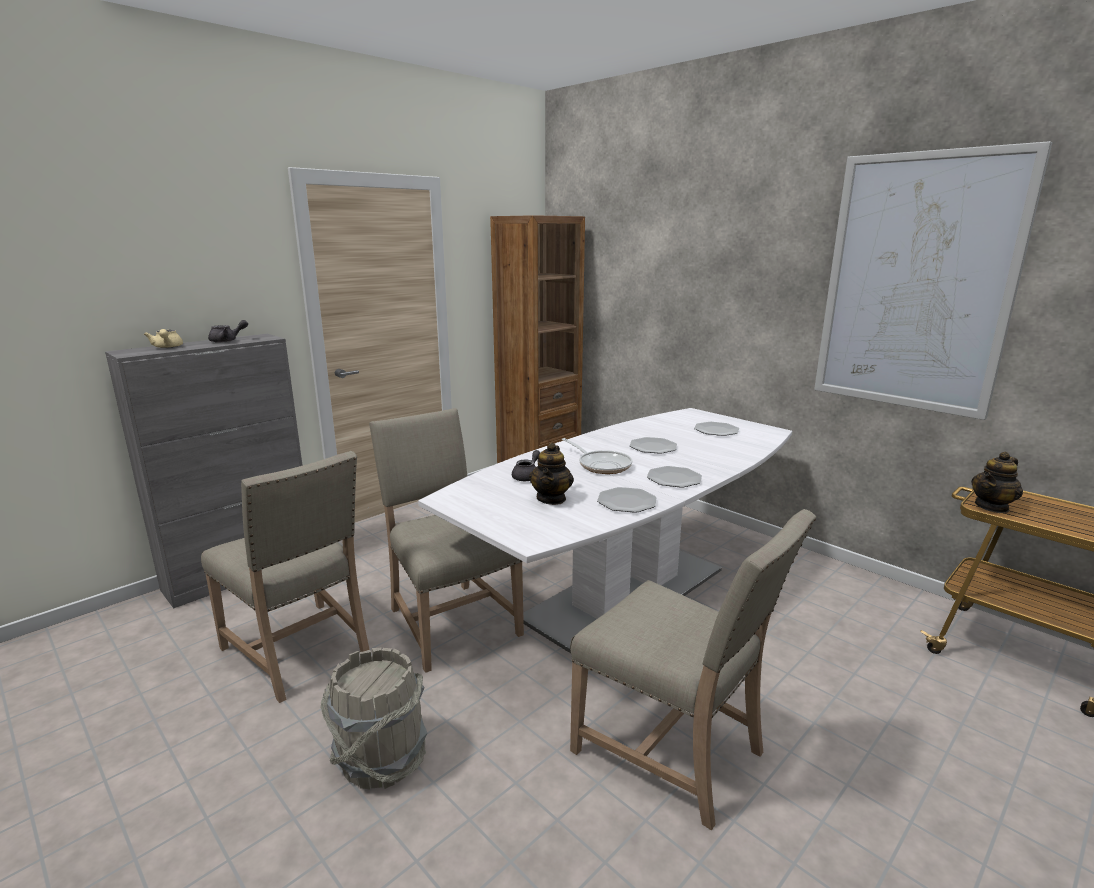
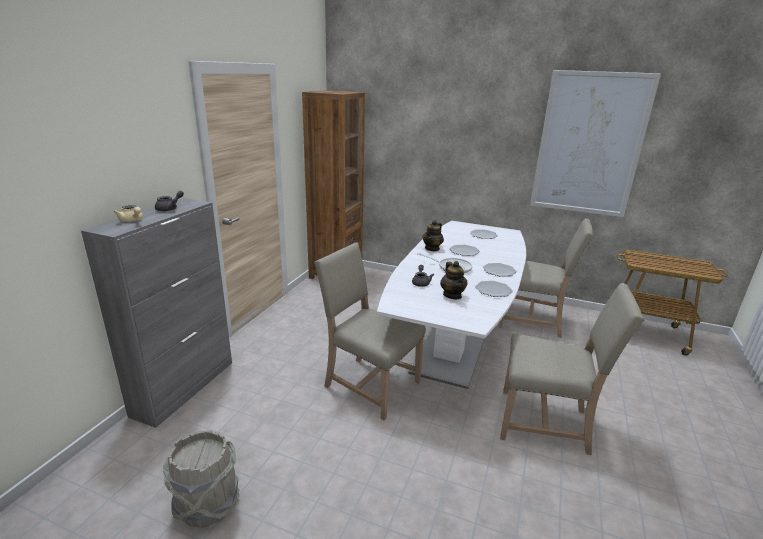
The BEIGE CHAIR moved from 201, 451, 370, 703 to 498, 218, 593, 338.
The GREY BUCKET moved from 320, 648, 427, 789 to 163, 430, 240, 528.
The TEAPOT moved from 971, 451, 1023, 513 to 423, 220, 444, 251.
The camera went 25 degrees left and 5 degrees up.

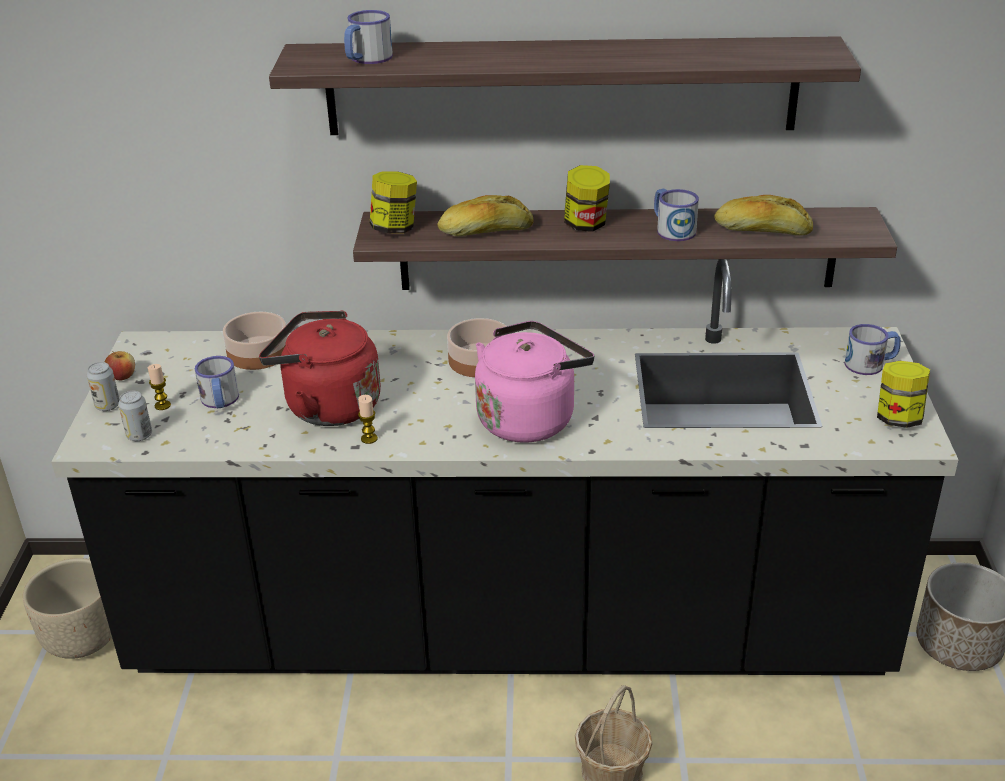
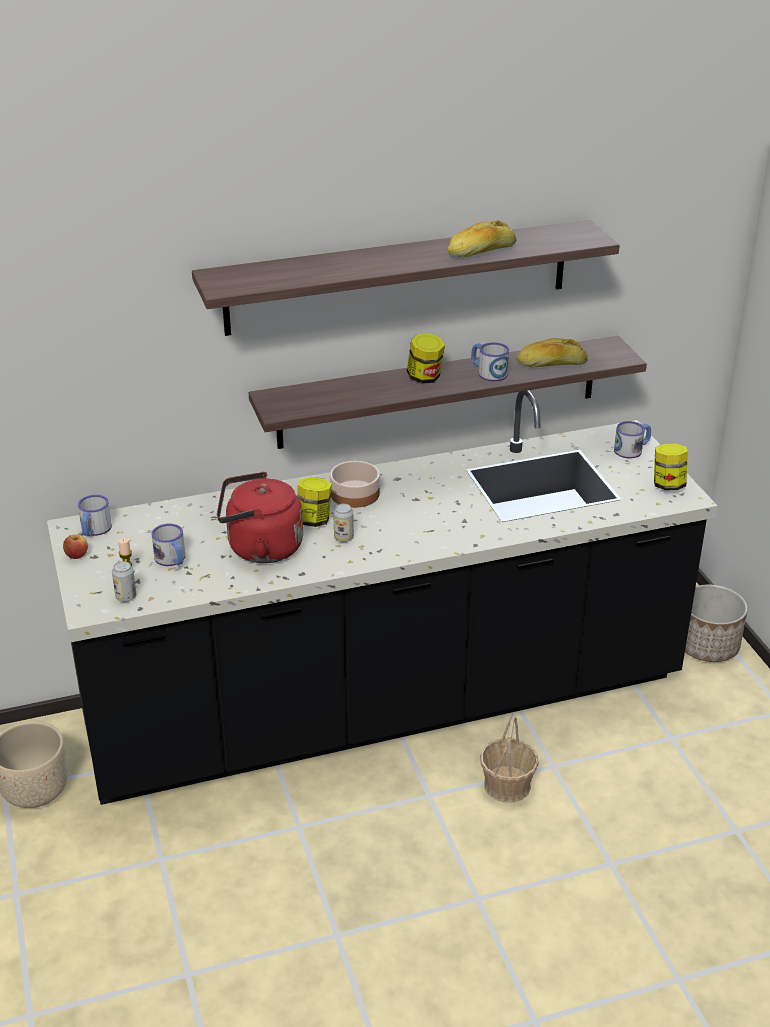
The BOWL at 223, 312, 288, 370 disappeared.
The CANDLE at 358, 395, 378, 444 disappeared.
The PINK KETTLE at 475, 321, 594, 443 disappeared.
The CAN moved from 87, 362, 120, 411 to 333, 504, 354, 542.
The MUG moved from 344, 10, 393, 64 to 78, 495, 112, 536.
The JAR moved from 370, 171, 417, 234 to 297, 477, 332, 527.
The BREAD moved from 437, 195, 534, 236 to 447, 220, 516, 258.
The camera went 20 degrees left and 0 degrees up.

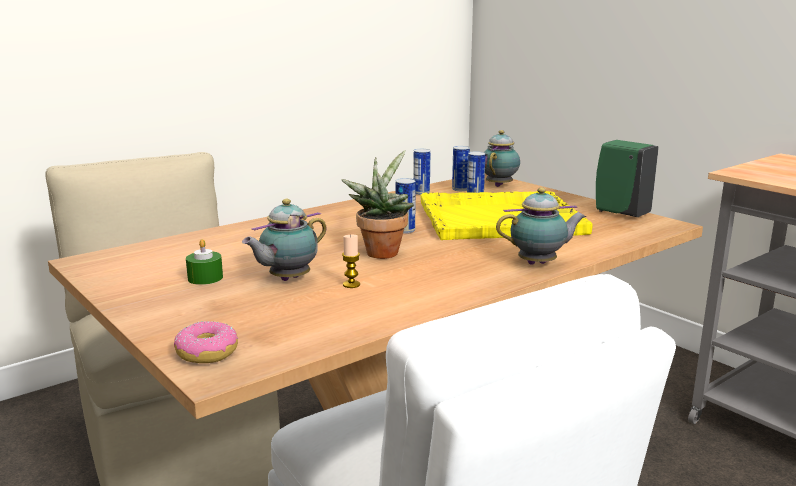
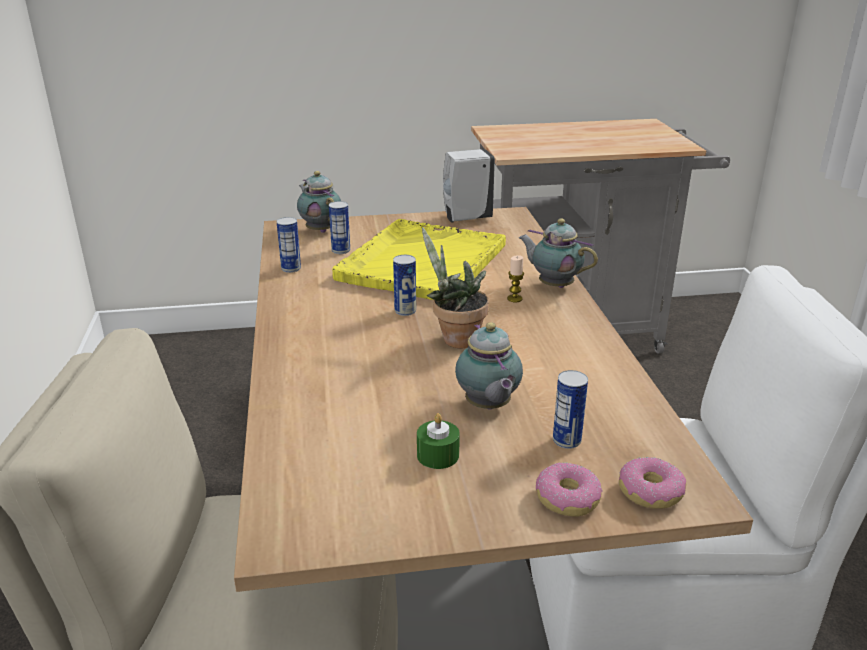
The DONUT at 536, 462, 603, 517 appeared.
The CANDLE moved from 342, 234, 360, 288 to 507, 255, 524, 302.
The CAN moved from 452, 146, 470, 191 to 553, 370, 588, 449.
The GREEN SOAP DISPENSER at 596, 140, 659, 217 became the WHITE SOAP DISPENSER at 443, 149, 495, 223.
The TEAPOT at 496, 187, 586, 265 turned 75 degrees counterclockwise.
The camera went 60 degrees left and 10 degrees up.

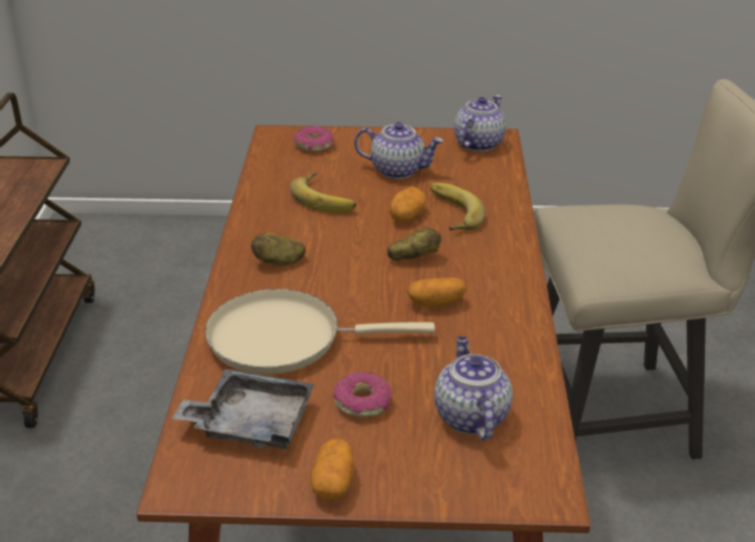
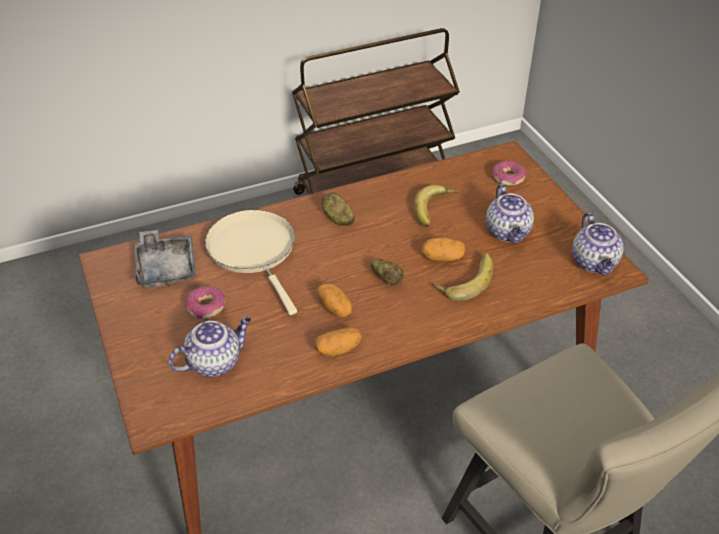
The POTATO moved from 310, 439, 355, 499 to 315, 327, 362, 356.
The TEAPOT at 454, 95, 506, 152 turned 75 degrees clockwise.
The camera went 65 degrees right and 10 degrees up.

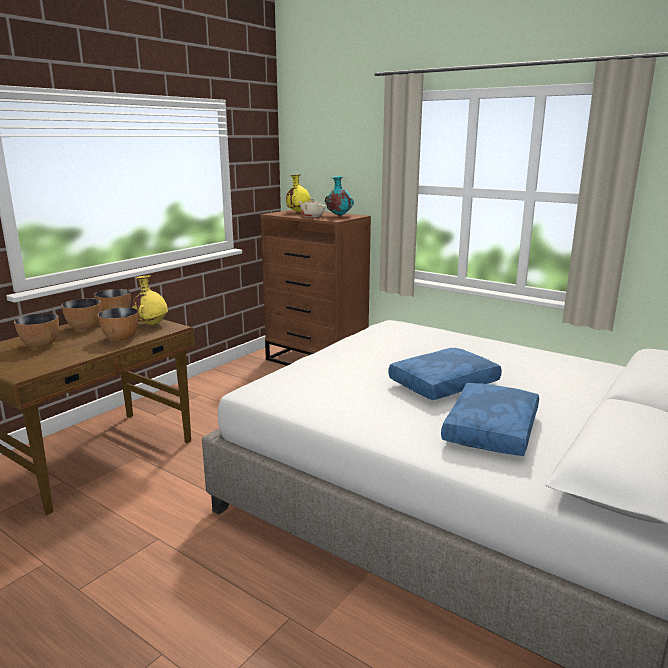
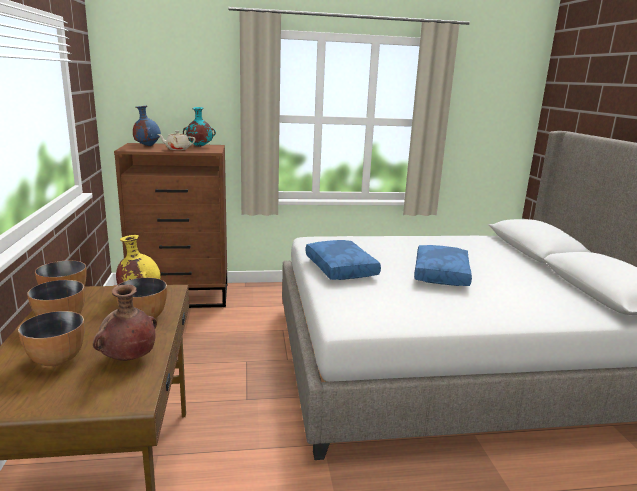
The BROWN VASE at 93, 284, 157, 361 appeared.
The BLUE PILLOW moved from 441, 383, 539, 456 to 306, 240, 381, 280.
The YELLOW VASE at 286, 174, 311, 213 became the BLUE VASE at 133, 106, 161, 146.
The camera went 45 degrees left and 0 degrees up.

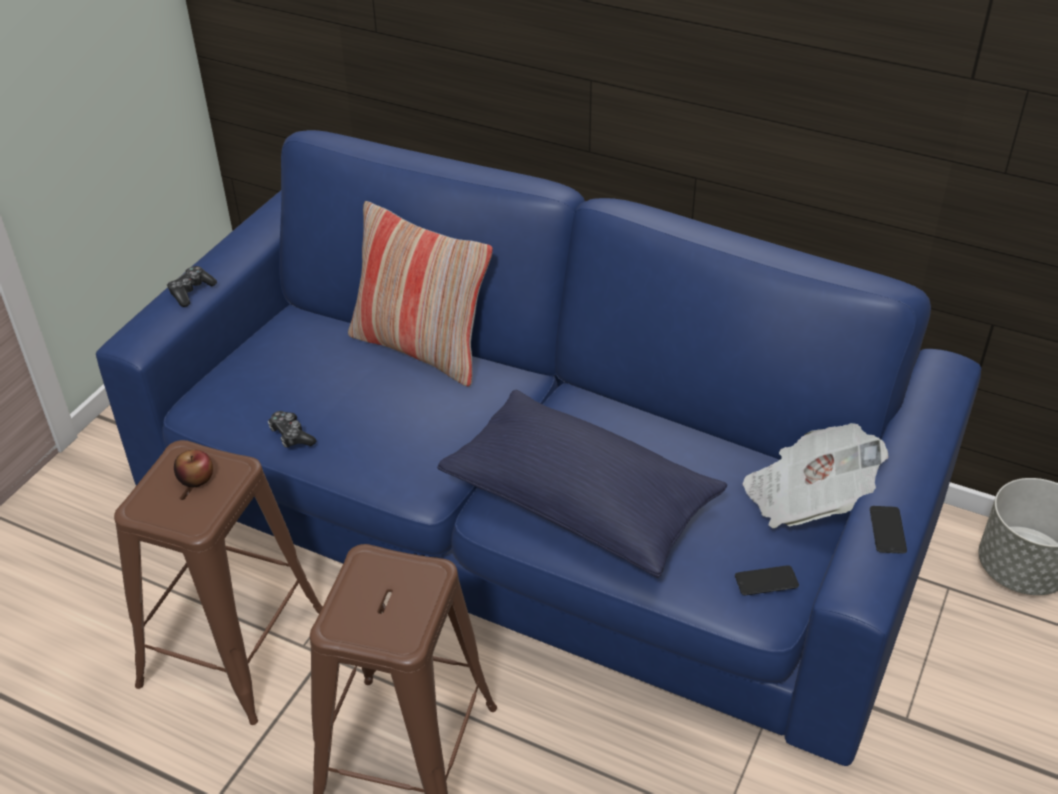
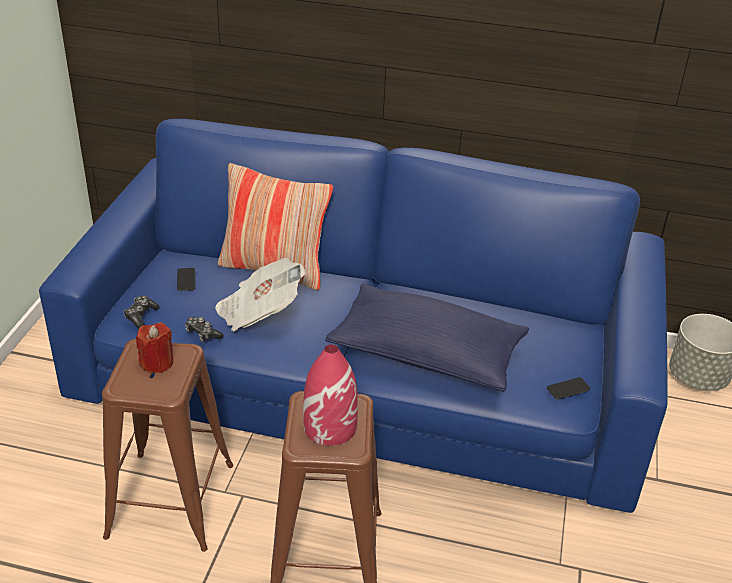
The RED VASE at 303, 344, 358, 446 appeared.
The GAME CONTROLLER moved from 167, 266, 217, 307 to 123, 295, 160, 328.
The NEWSPAPER moved from 742, 423, 888, 528 to 215, 258, 305, 332.
The PHONE moved from 870, 506, 907, 554 to 177, 268, 195, 291.
The APPLE at 174, 450, 213, 487 was replaced by the RED CANDLE at 136, 322, 173, 373.
The camera went 15 degrees left and 5 degrees down.

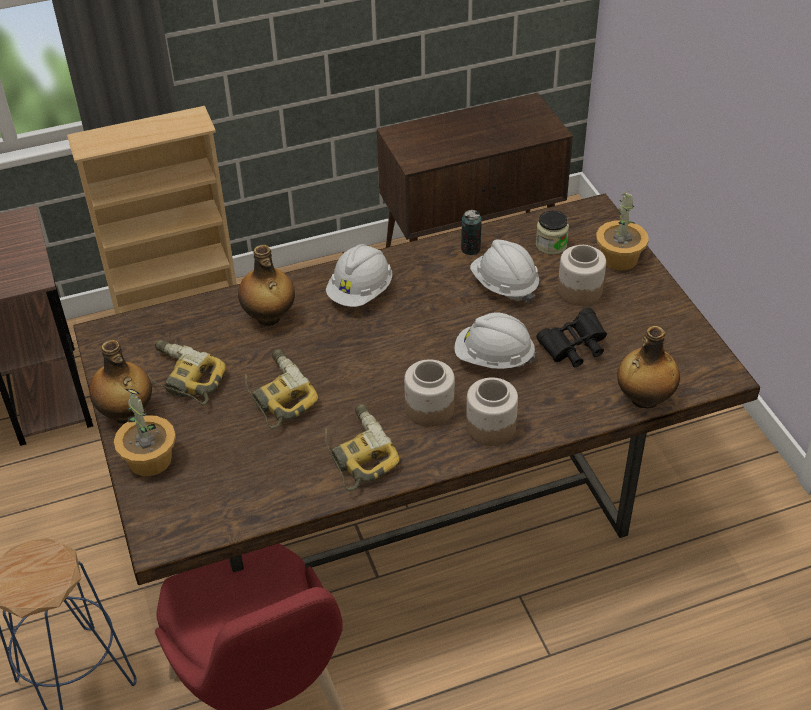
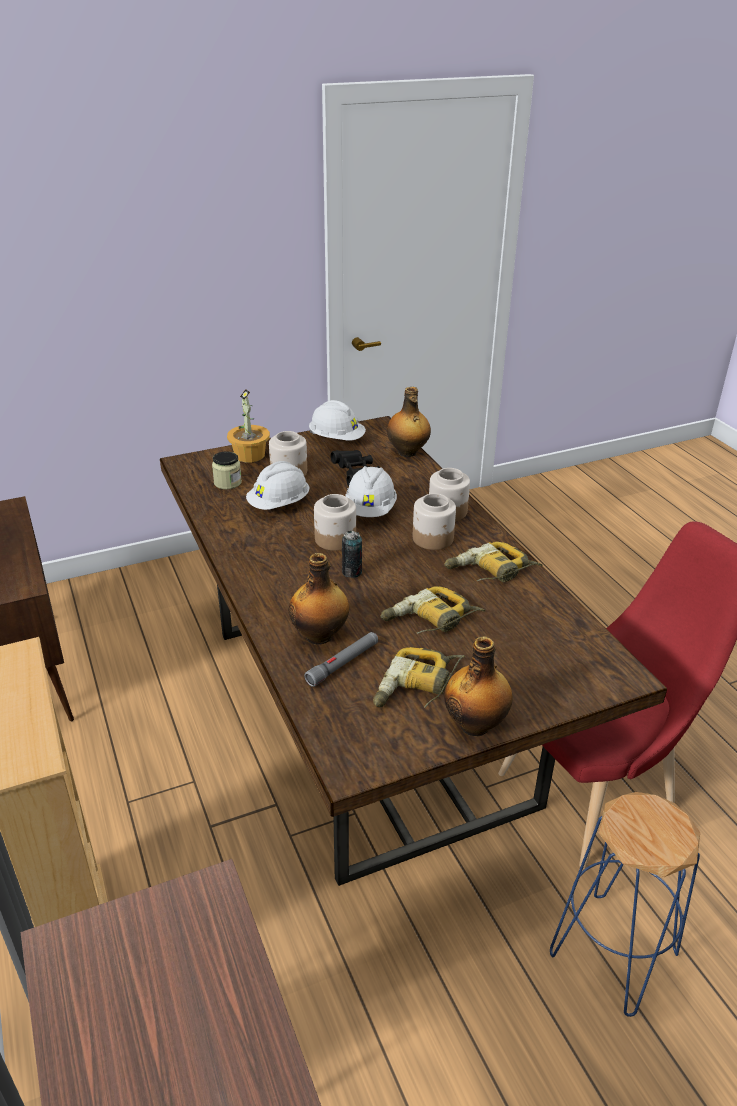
The POTTED PLANT at 114, 389, 176, 476 disappeared.
The GREY FLASHLIGHT at 304, 632, 378, 687 appeared.
The JAR at 314, 494, 356, 551 appeared.
The WHITE HARD HAT moved from 326, 244, 392, 307 to 309, 400, 366, 441.
The CAN moved from 461, 210, 482, 255 to 342, 531, 362, 578.
The camera went 95 degrees left and 10 degrees down.

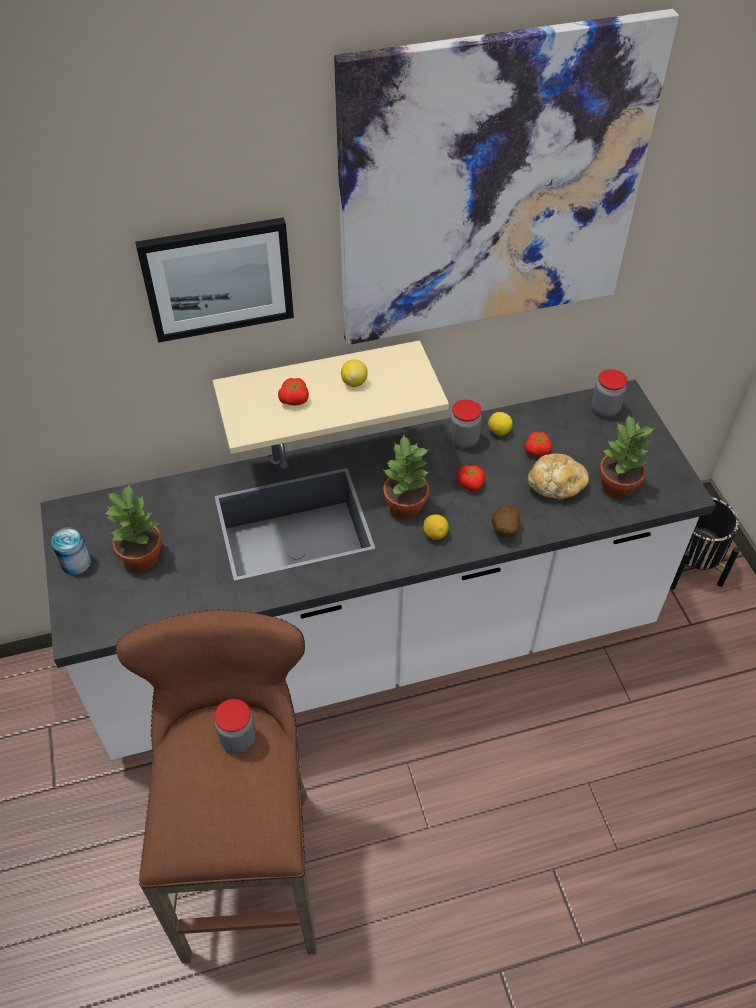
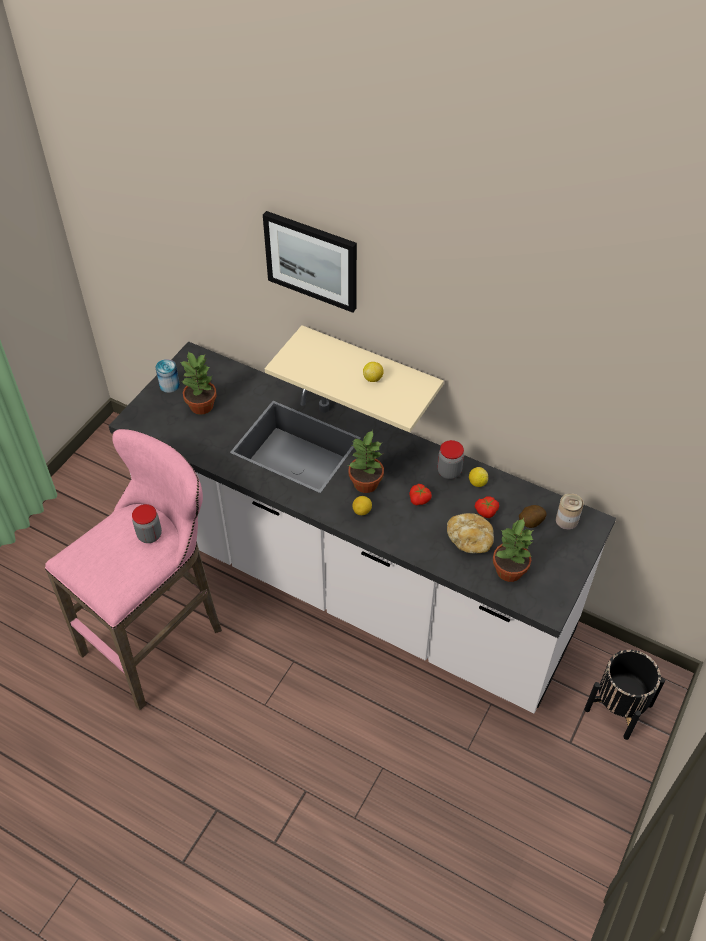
The TOMATO at 278, 378, 309, 406 disappeared.
The PICTURE at 334, 9, 679, 345 disappeared.
The POTATO moved from 492, 506, 520, 537 to 519, 505, 547, 528.
The JAR at 592, 369, 627, 417 was replaced by the CAN at 556, 493, 584, 530.
The BROWN STOOL at 115, 609, 316, 964 became the PINK STOOL at 45, 429, 222, 710.
The camera went 45 degrees right and 0 degrees up.

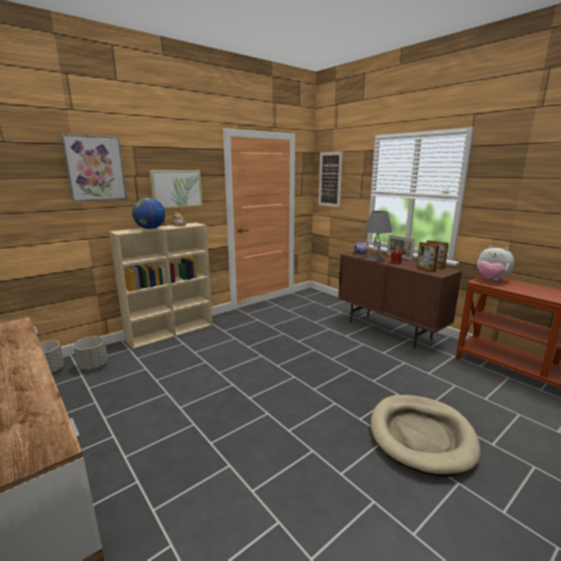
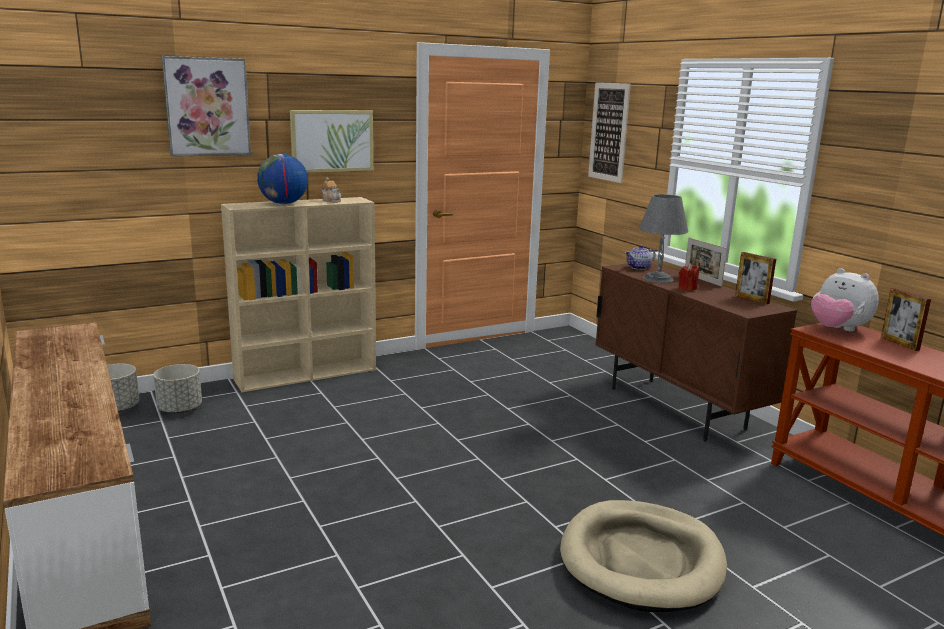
The PICTURE FRAME moved from 416, 242, 439, 272 to 881, 288, 931, 351.
The camera went 10 degrees right and 0 degrees up.

